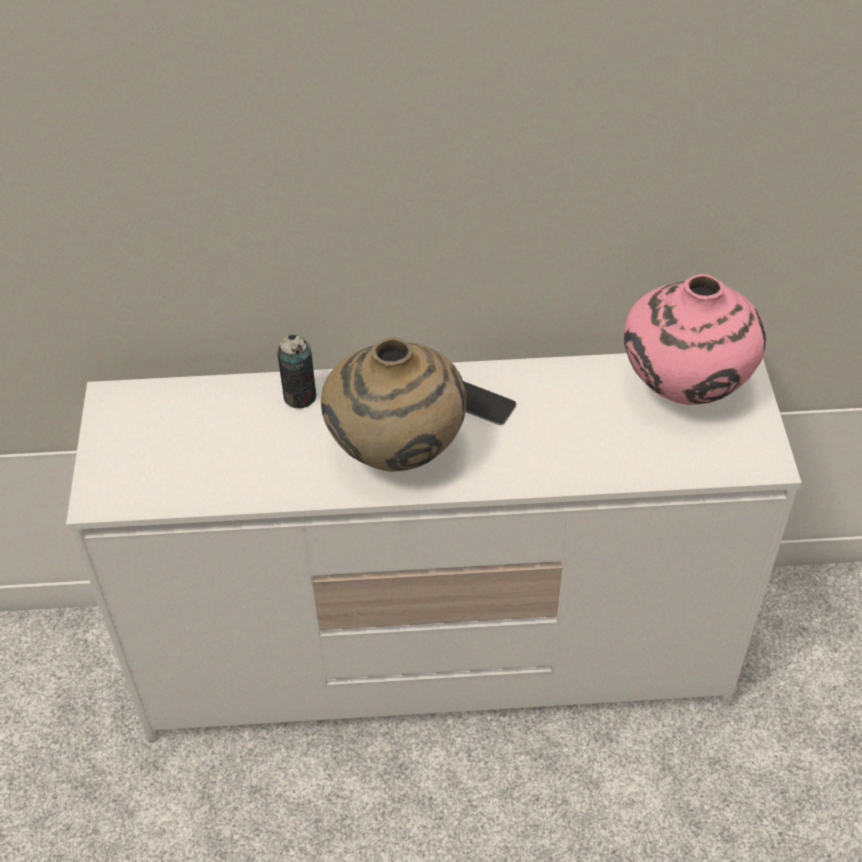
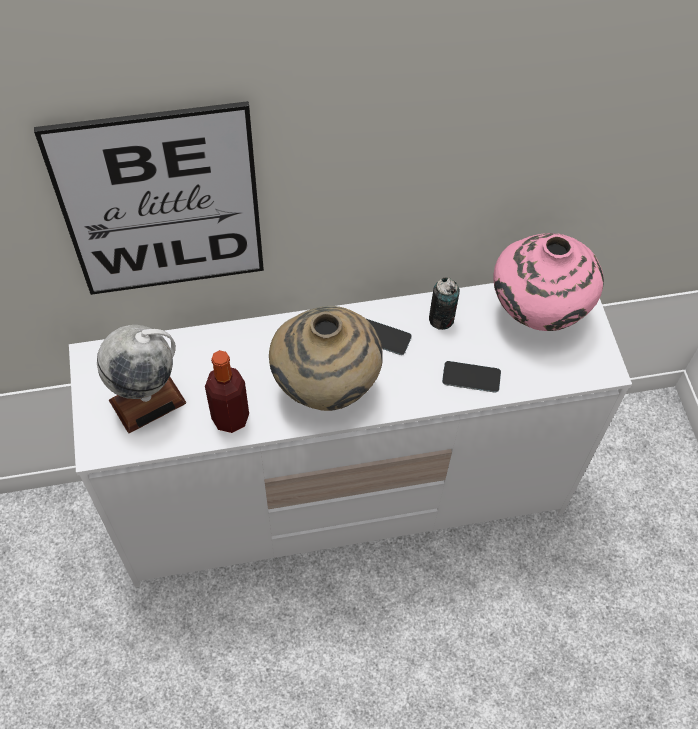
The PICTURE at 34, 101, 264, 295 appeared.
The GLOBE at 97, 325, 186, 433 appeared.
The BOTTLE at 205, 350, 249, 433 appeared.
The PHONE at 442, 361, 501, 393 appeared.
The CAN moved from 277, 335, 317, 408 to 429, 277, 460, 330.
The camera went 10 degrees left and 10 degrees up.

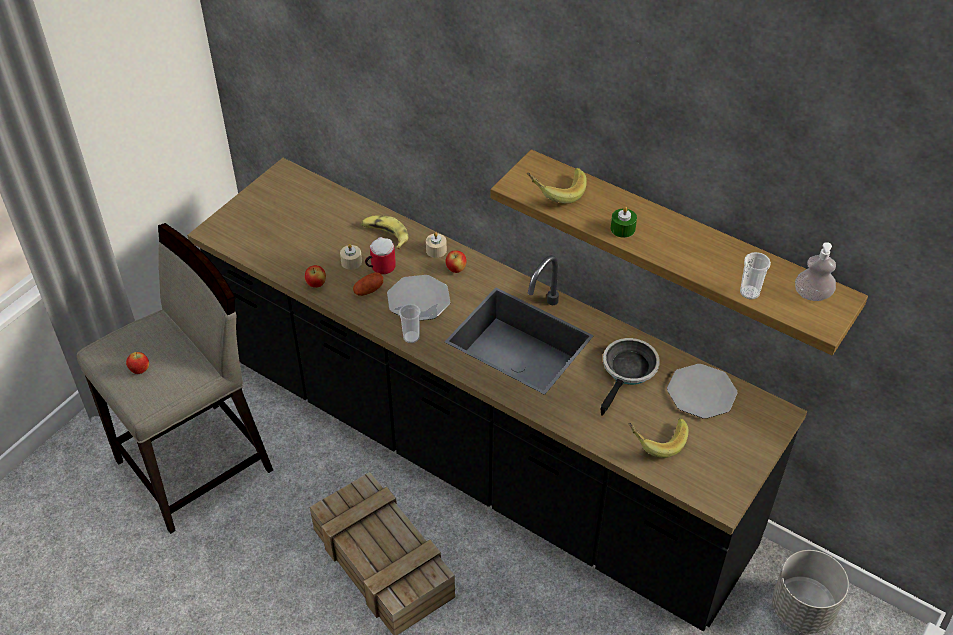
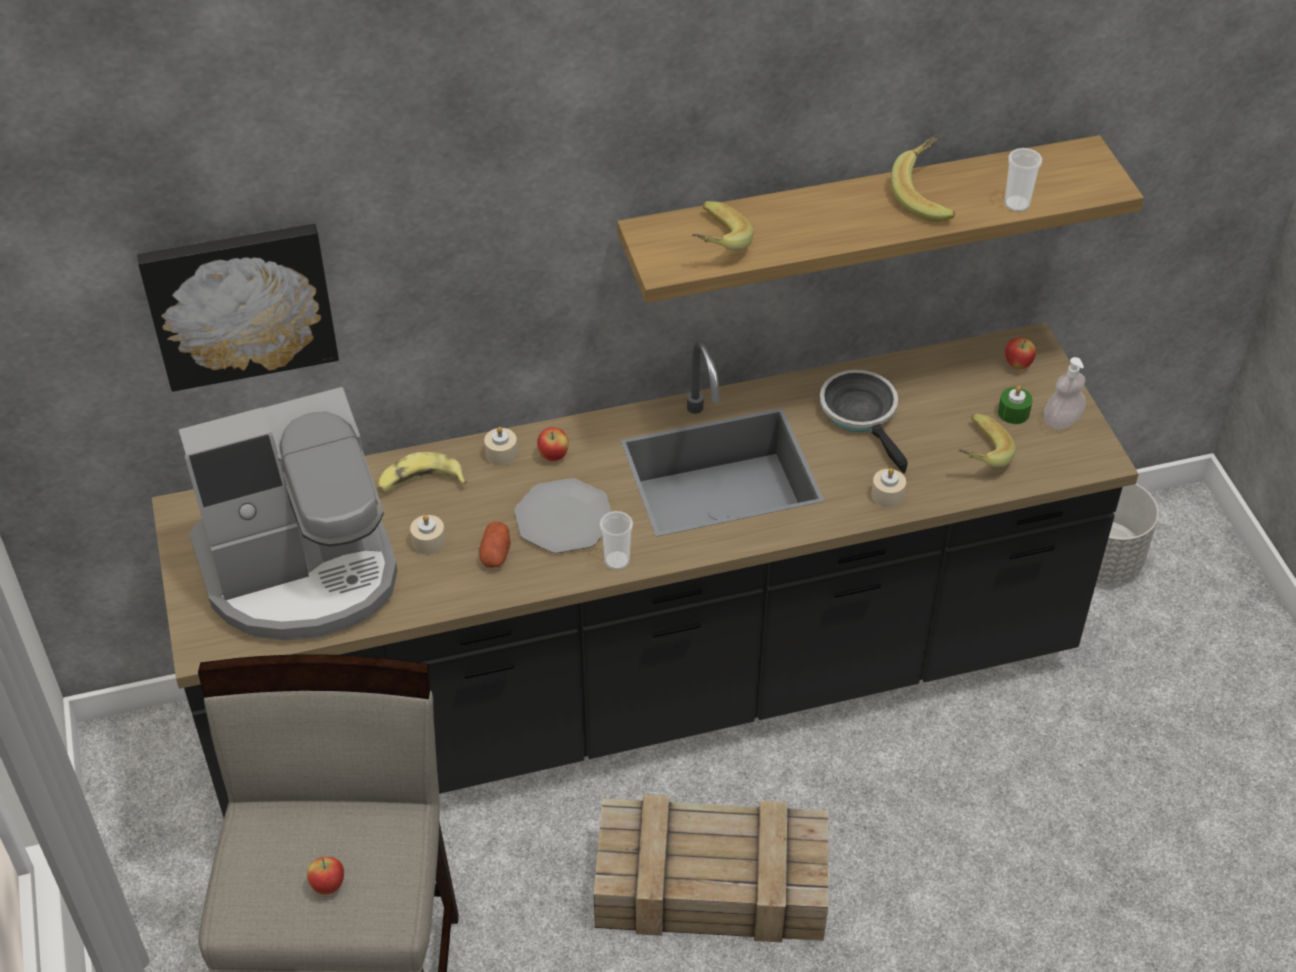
The MUG at 365, 237, 396, 274 disappeared.
The PLATE at 667, 364, 737, 419 disappeared.
The PICTURE at 137, 224, 339, 392 appeared.
The COFFEE MACHINE at 179, 387, 398, 641 appeared.
The BEIGE CANDLE at 871, 468, 906, 508 appeared.
The BANANA at 891, 134, 955, 222 appeared.
The APPLE moved from 305, 265, 326, 288 to 1005, 338, 1036, 370.
The GREEN CANDLE moved from 611, 207, 637, 238 to 998, 386, 1033, 424.
The SOAP DISPENSER moved from 795, 242, 836, 301 to 1044, 357, 1086, 429.
The camera went 50 degrees left and 0 degrees up.

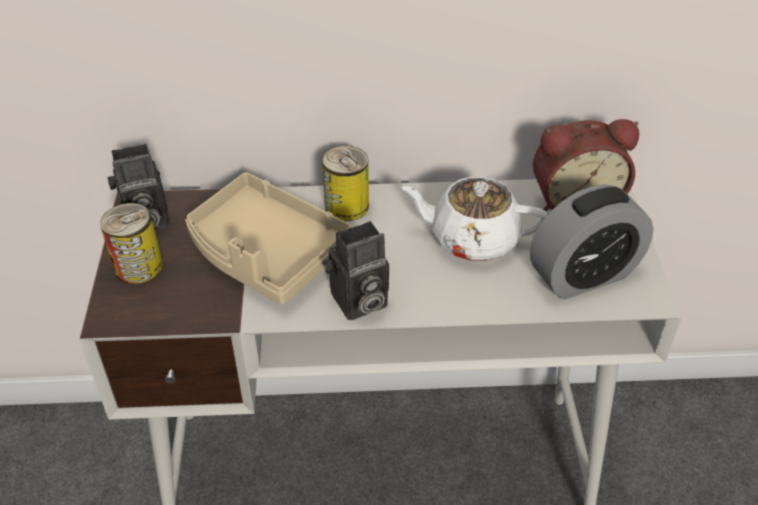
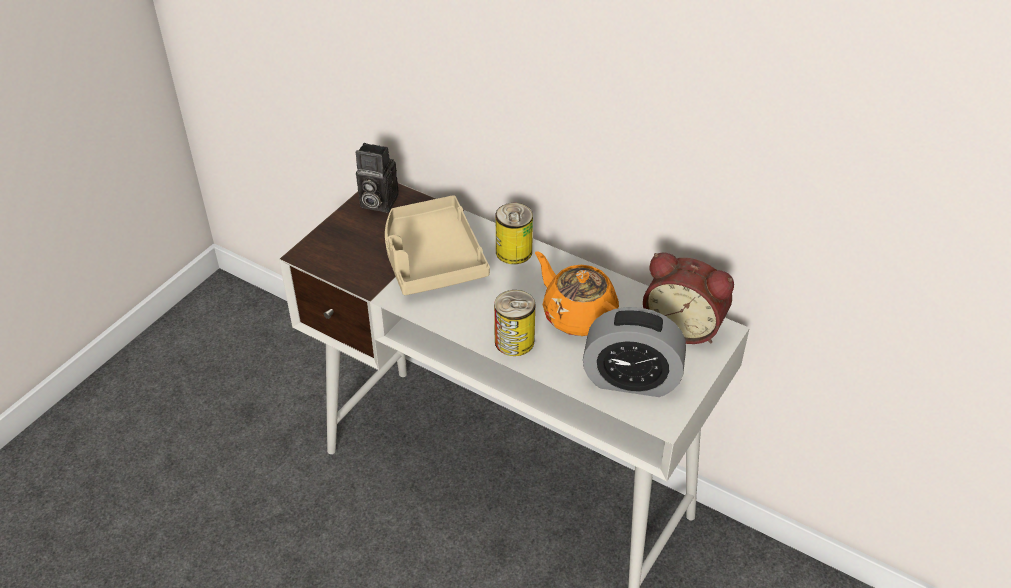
The PHOTO CAMERA at 323, 221, 389, 320 disappeared.
The CAN moved from 100, 203, 163, 284 to 494, 290, 535, 356.
The WHITE TEAPOT at 401, 177, 547, 261 became the ORANGE TEAPOT at 535, 251, 619, 336.
The camera went 35 degrees right and 0 degrees up.

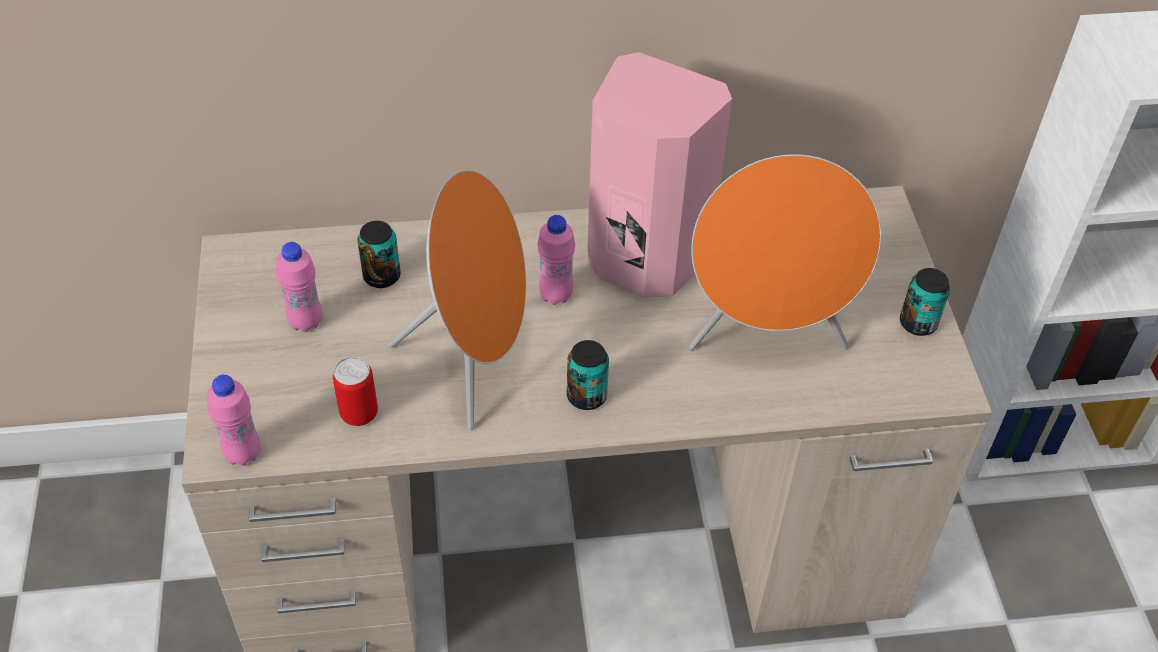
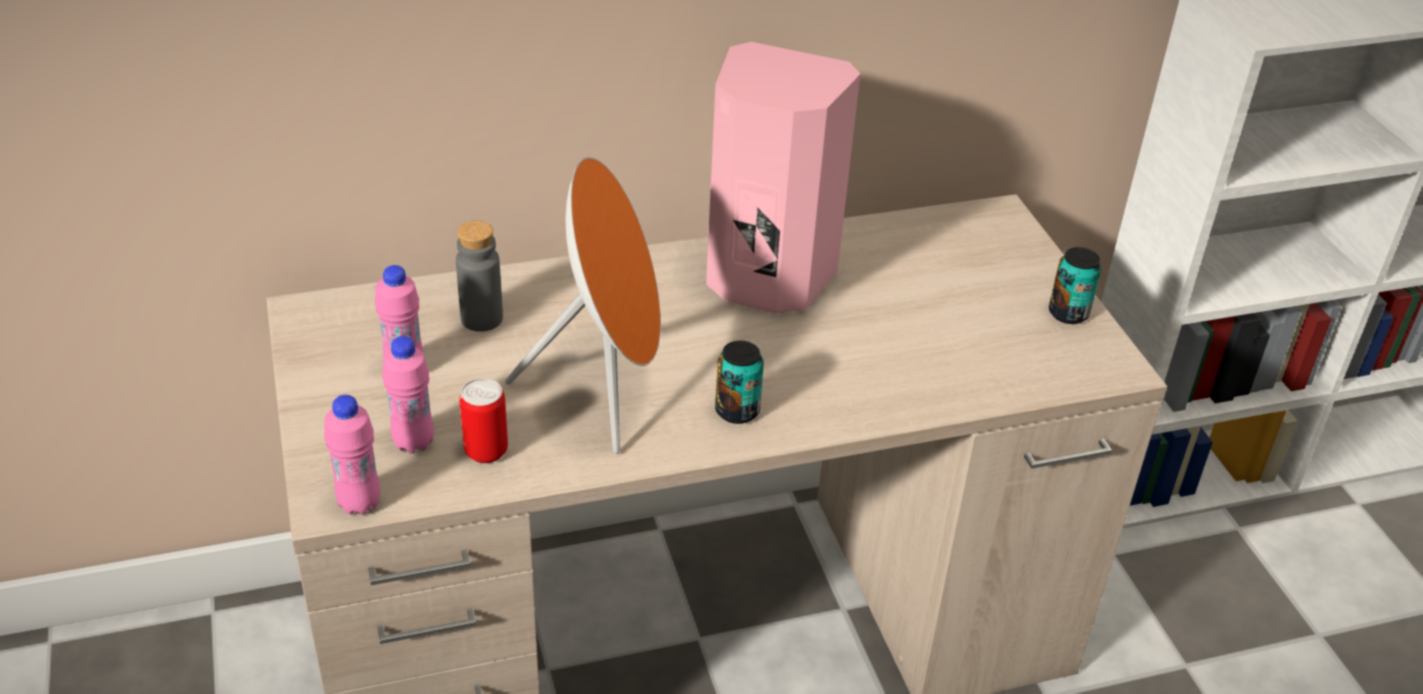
The ORANGE SPEAKER at 688, 154, 881, 351 disappeared.
The PINK BOTTLE moved from 538, 215, 575, 305 to 382, 336, 434, 454.
The CAN at 357, 221, 400, 288 was replaced by the GREY BOTTLE at 456, 221, 503, 332.
The camera went 10 degrees left and 10 degrees down.

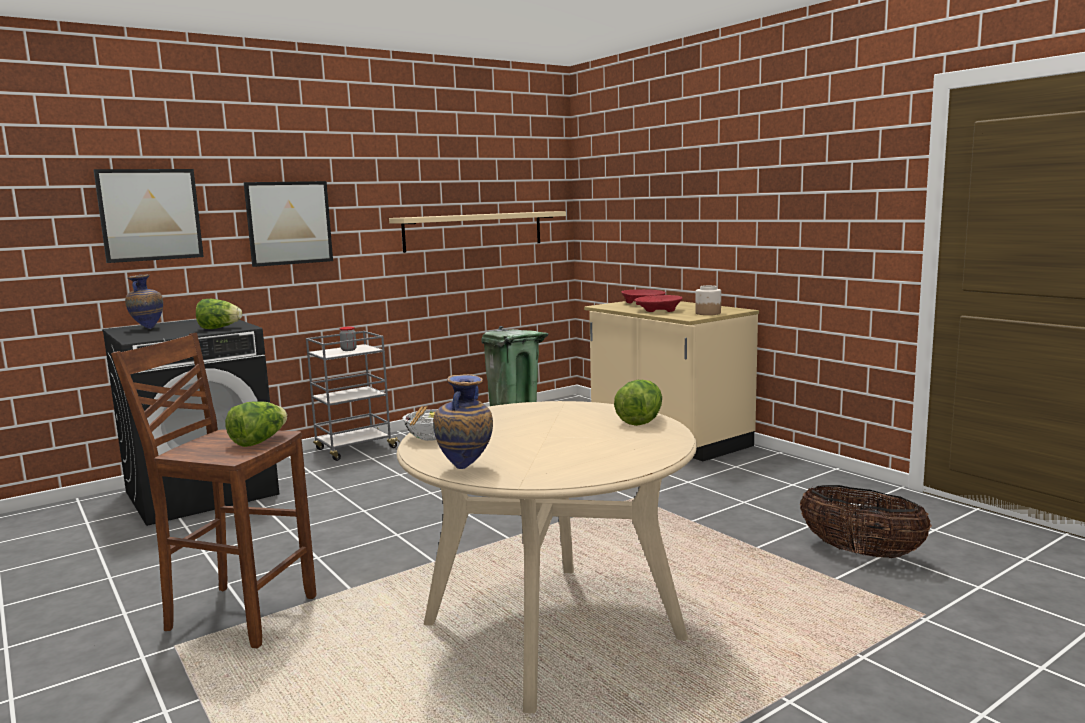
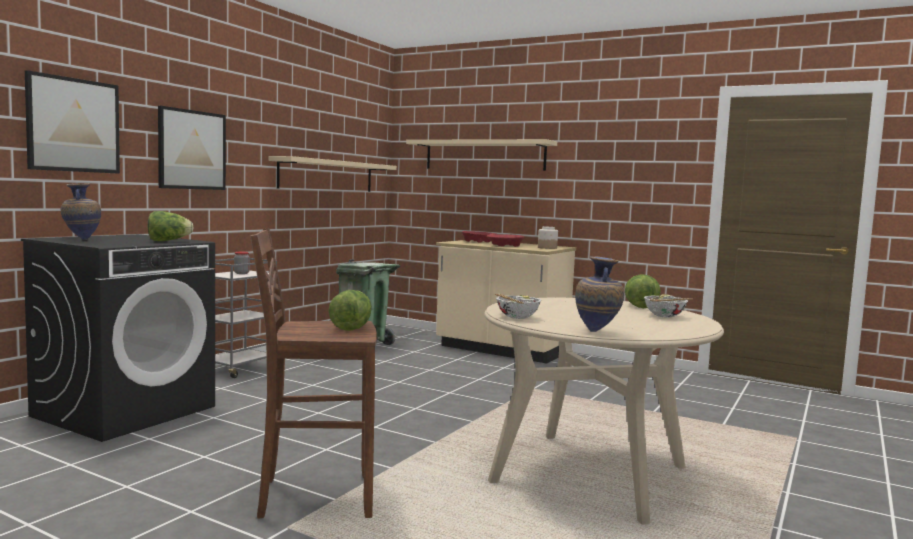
The BASKET at 800, 485, 932, 558 disappeared.
The BEIGE SHELF at 406, 139, 557, 171 appeared.
The BOWL at 644, 294, 693, 318 appeared.
The camera went 25 degrees left and 5 degrees down.

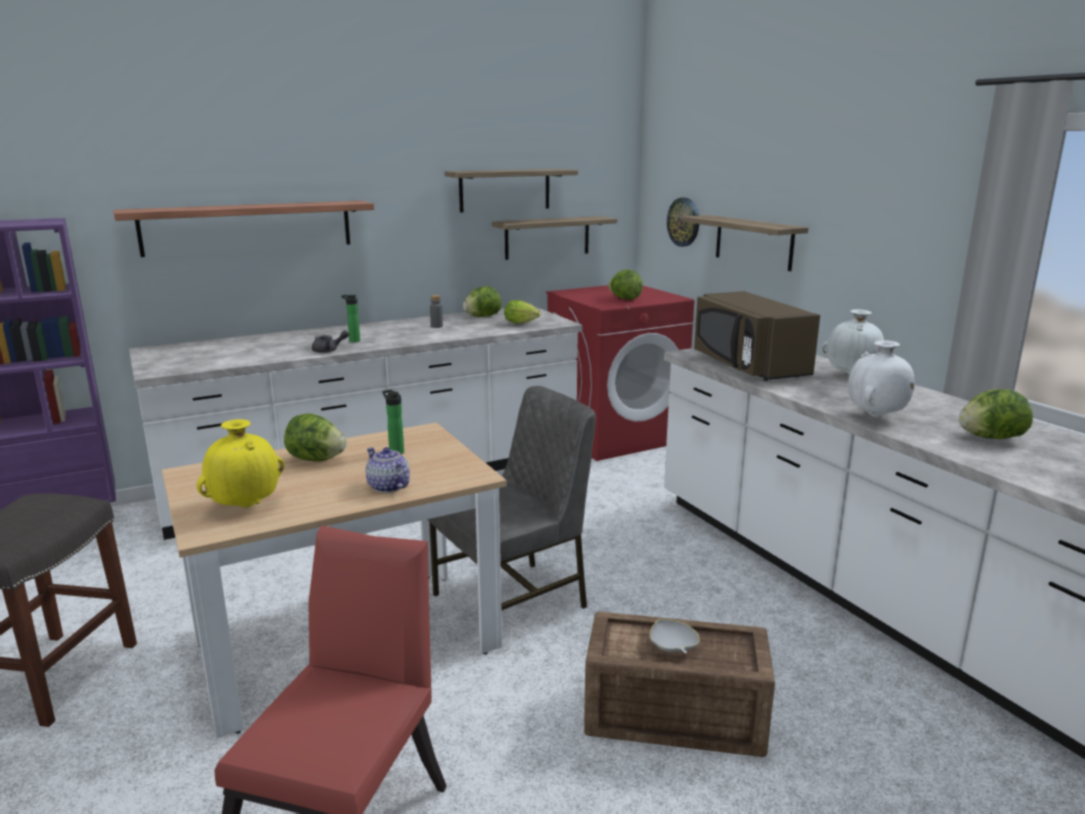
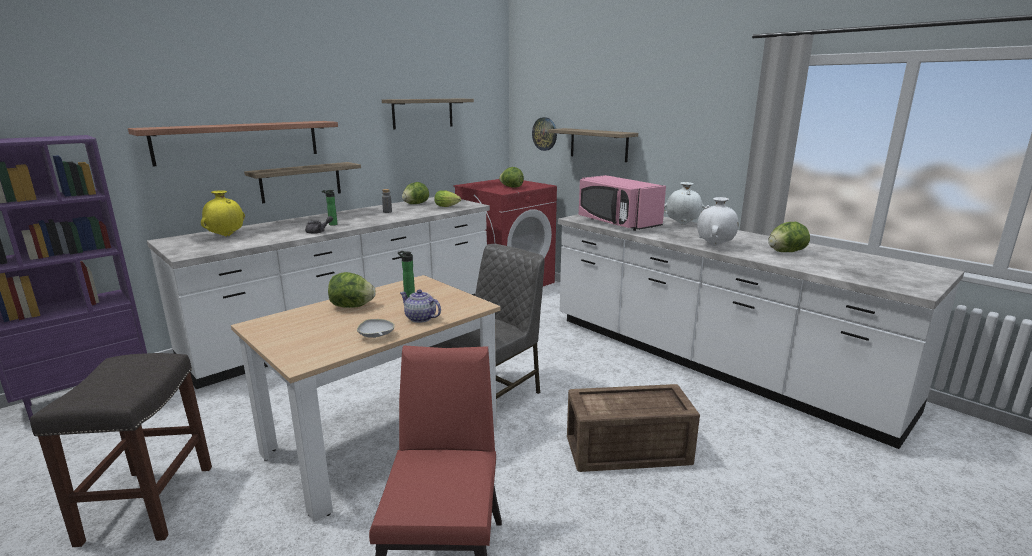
The YELLOW VASE moved from 197, 419, 284, 508 to 201, 190, 245, 237.
The SHELF moved from 492, 216, 617, 260 to 244, 162, 361, 203.
The WHITE BOWL moved from 650, 619, 700, 654 to 357, 319, 395, 338.
The BROWN MICROWAVE at 694, 291, 820, 381 became the PINK MICROWAVE at 579, 175, 666, 231.
The camera went 15 degrees left and 0 degrees up.

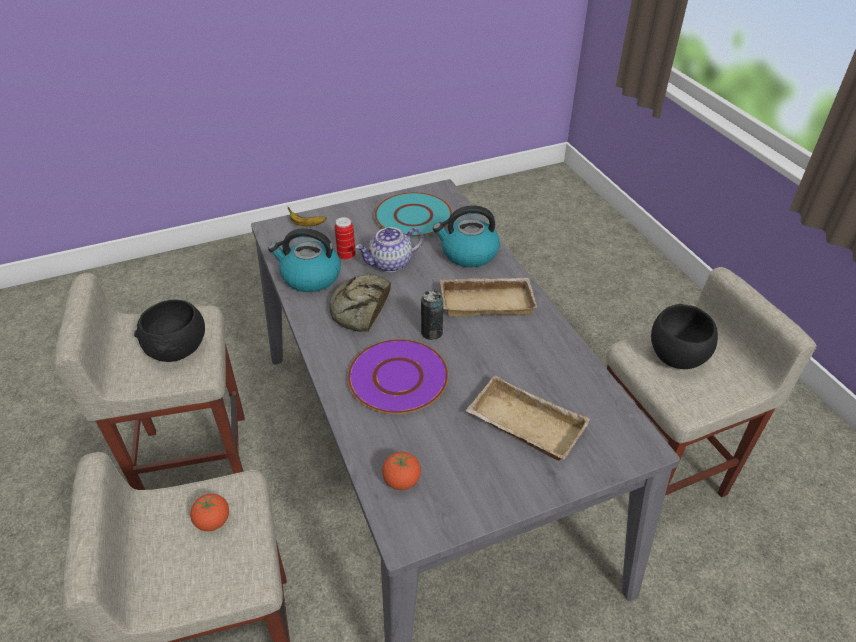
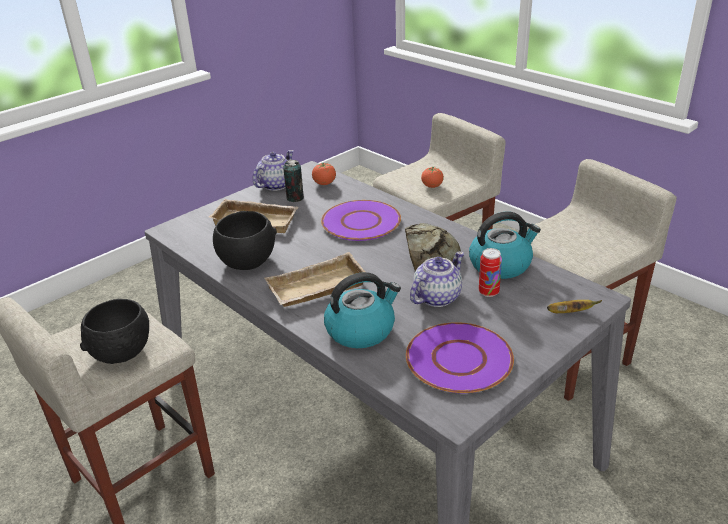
The TEAPOT at 252, 150, 294, 191 appeared.
The BLACK BOWL moved from 134, 300, 205, 362 to 213, 211, 277, 270.
The CAN moved from 421, 290, 443, 340 to 283, 160, 304, 202.
The TURQUOISE PLATE at 375, 192, 452, 238 became the PURPLE PLATE at 406, 322, 514, 393.
The camera went 160 degrees right and 10 degrees down.

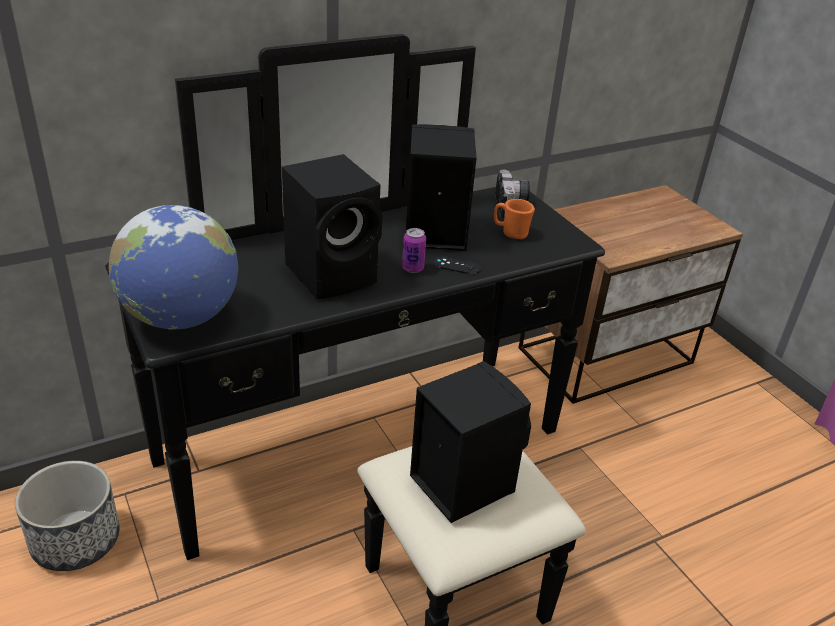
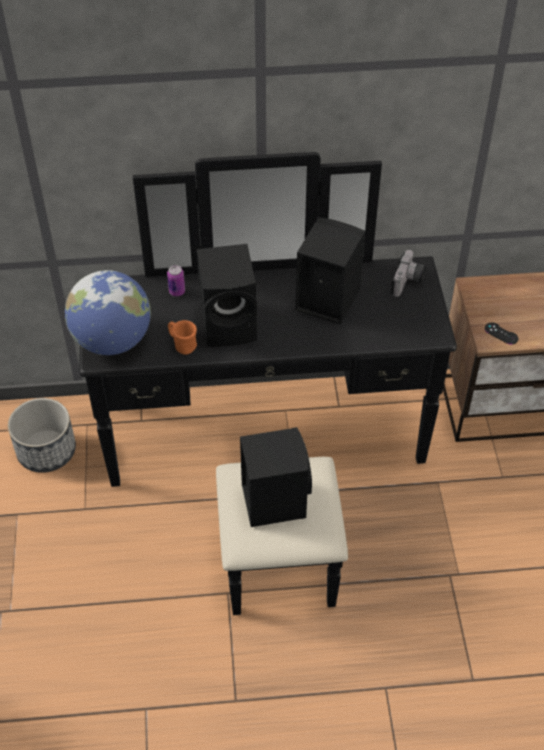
The CAN moved from 402, 228, 426, 273 to 167, 265, 185, 296.
The BLACK GAME CONTROLLER moved from 433, 256, 481, 274 to 485, 322, 518, 345.
The ORANGE MUG moved from 494, 199, 535, 239 to 168, 320, 197, 355.
The camera went 25 degrees right and 15 degrees up.

